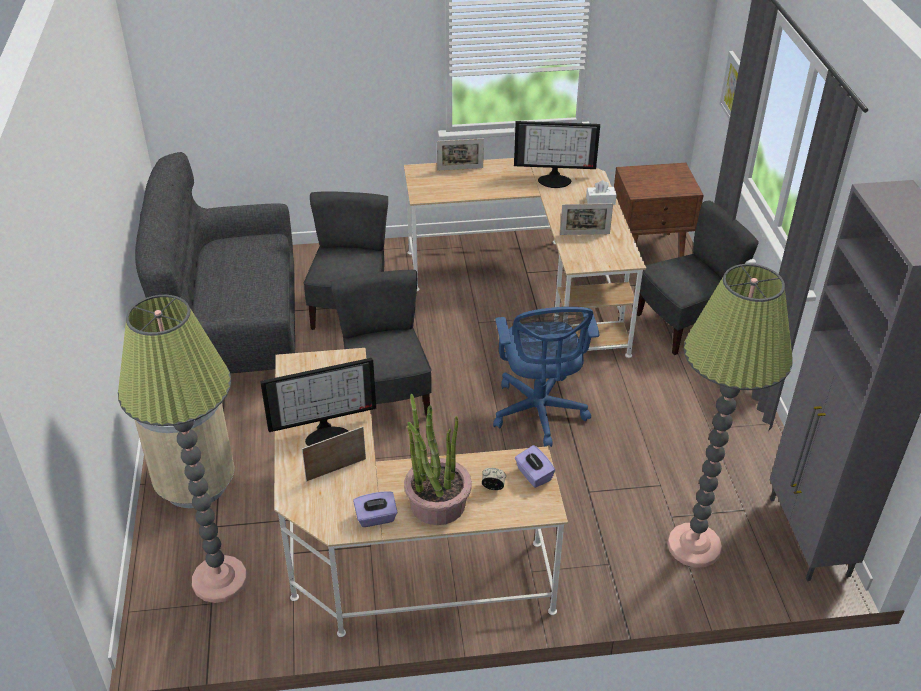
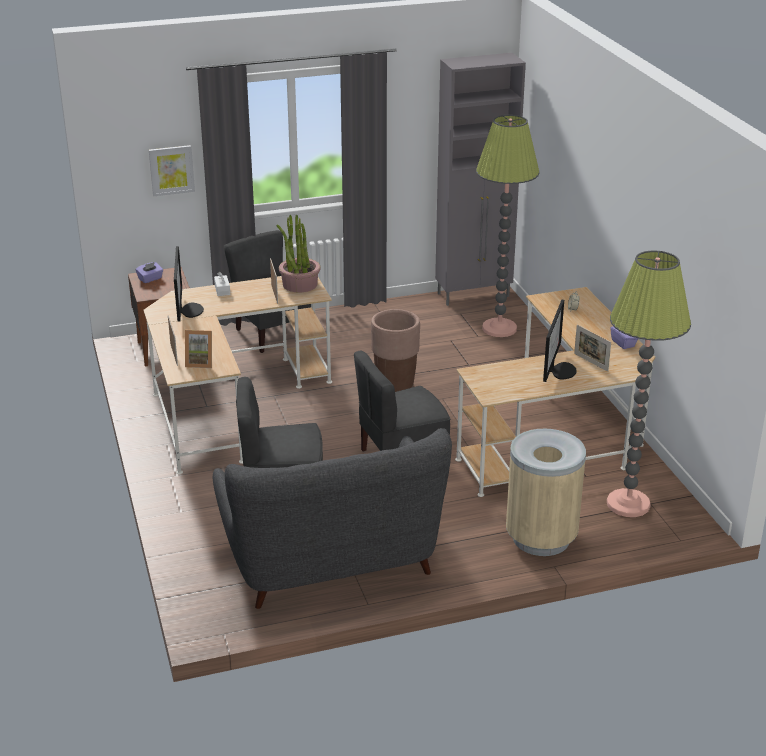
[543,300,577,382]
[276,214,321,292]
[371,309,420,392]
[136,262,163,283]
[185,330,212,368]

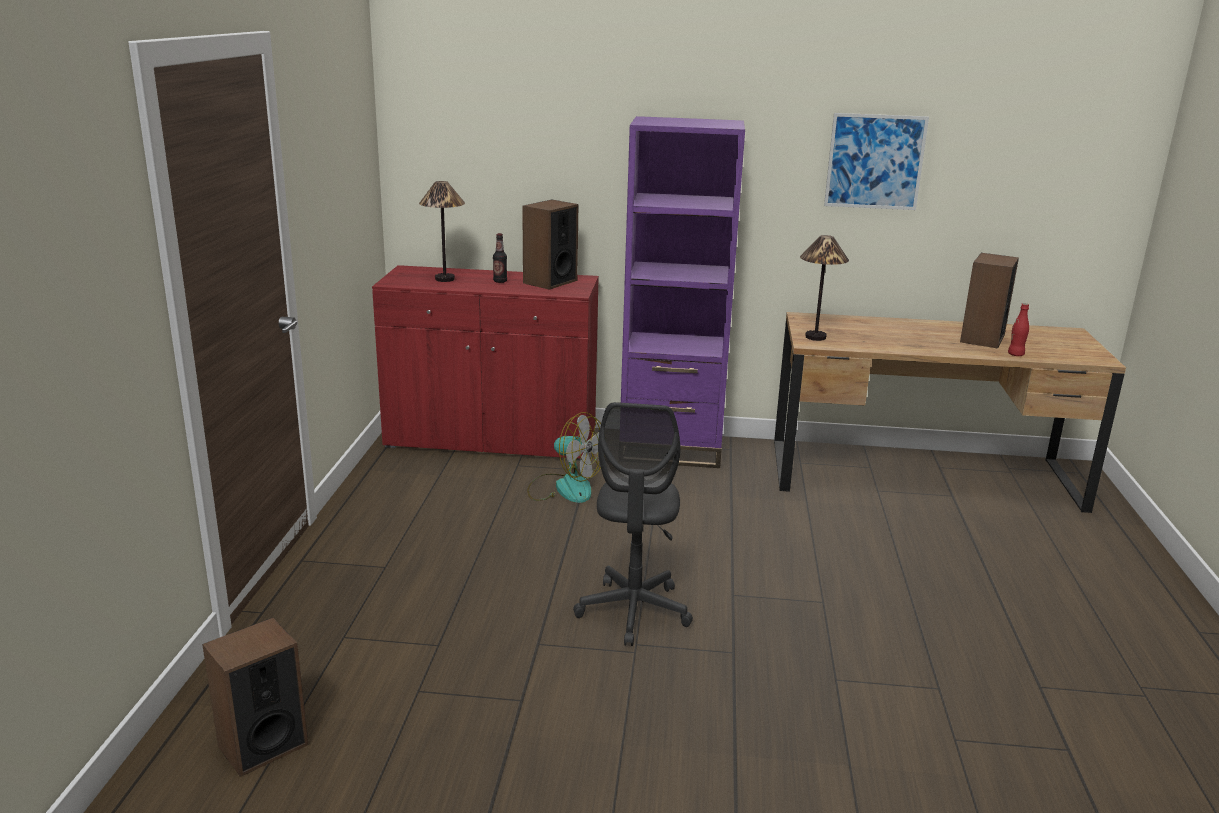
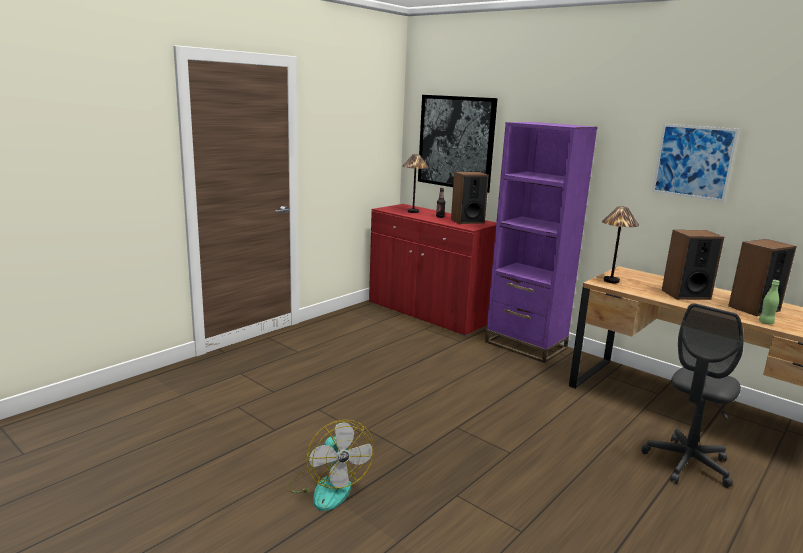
[662,230,724,300]
[287,420,374,511]
[641,303,744,488]
[759,280,780,324]
[418,95,498,193]

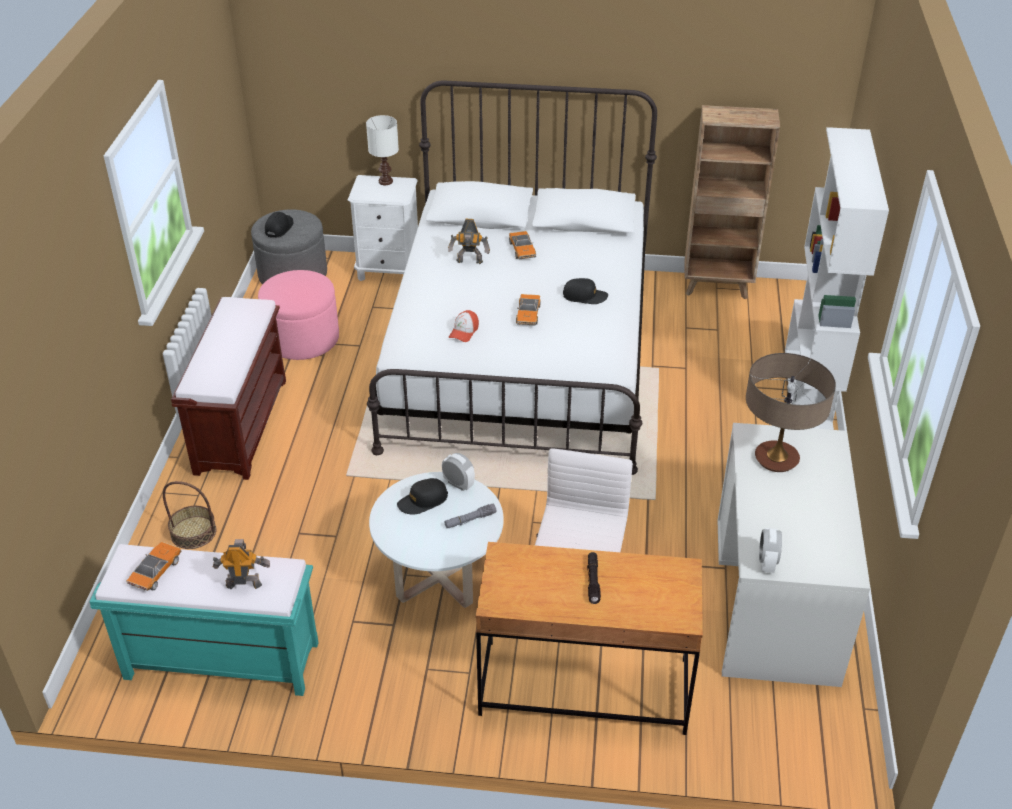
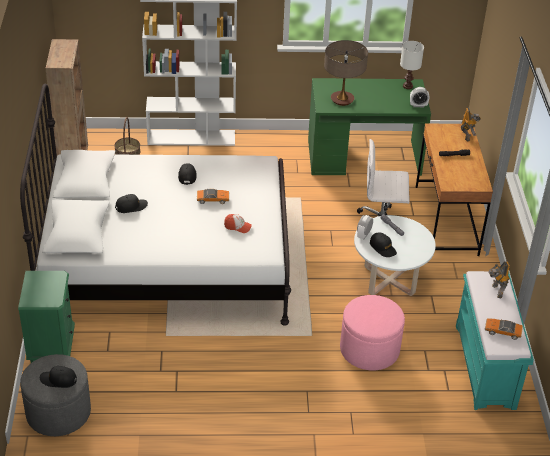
[114,117,140,155]
[171,297,286,480] (first image)
[340,295,405,370]
[18,271,75,363]
[400,41,424,89]
[461,108,481,141]
[115,194,148,213]
[308,78,431,176]

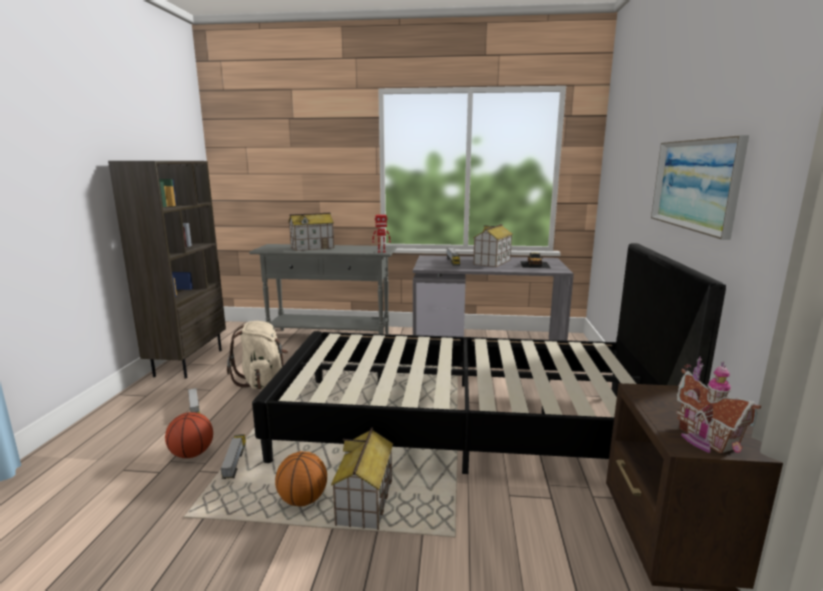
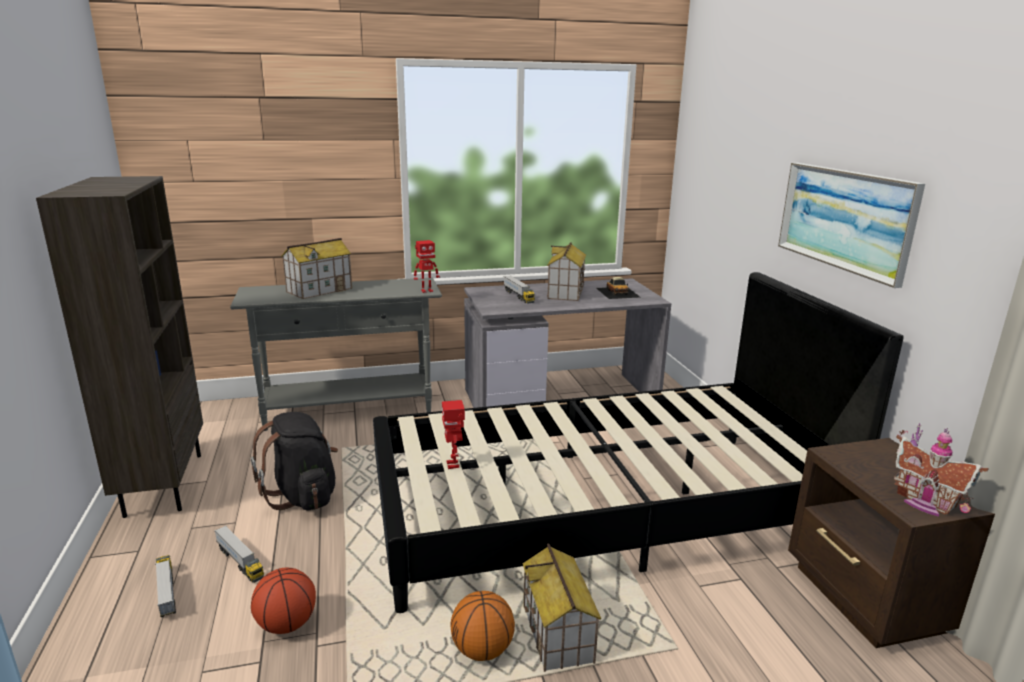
[155,555,176,617]
[251,412,338,510]
[442,400,465,469]

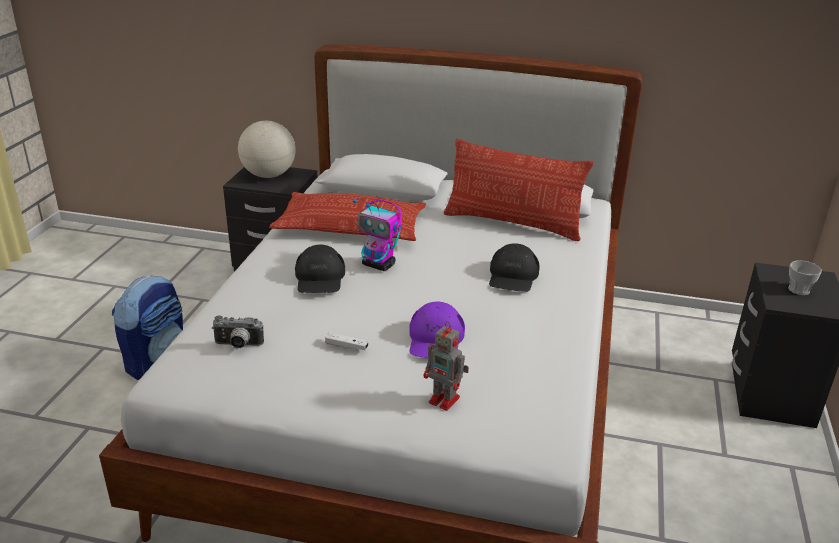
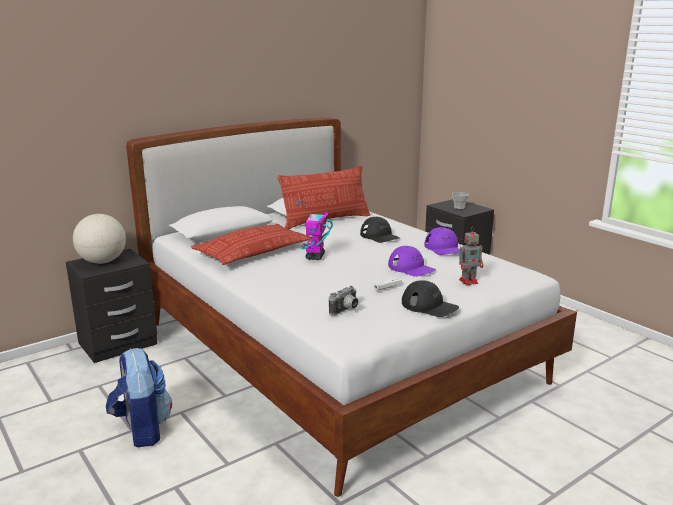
[402,280,459,317]
[296,200,333,260]
[424,227,460,255]

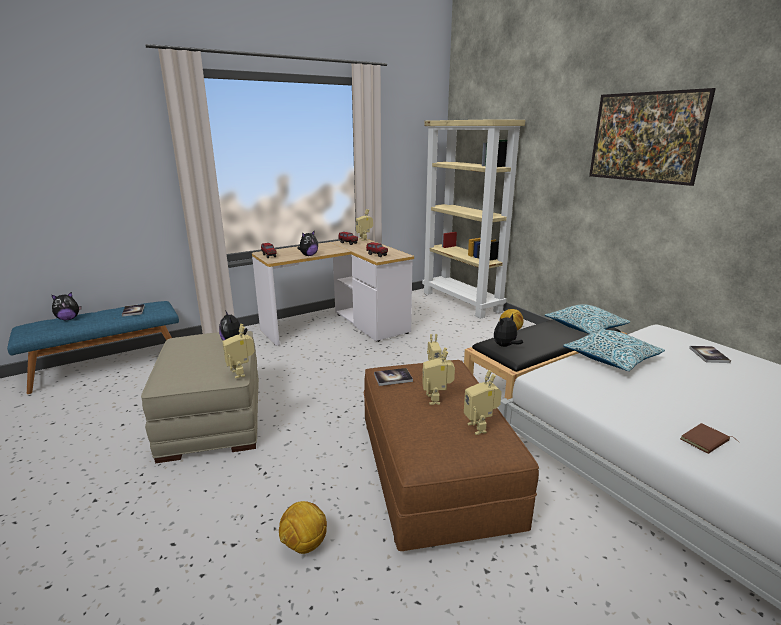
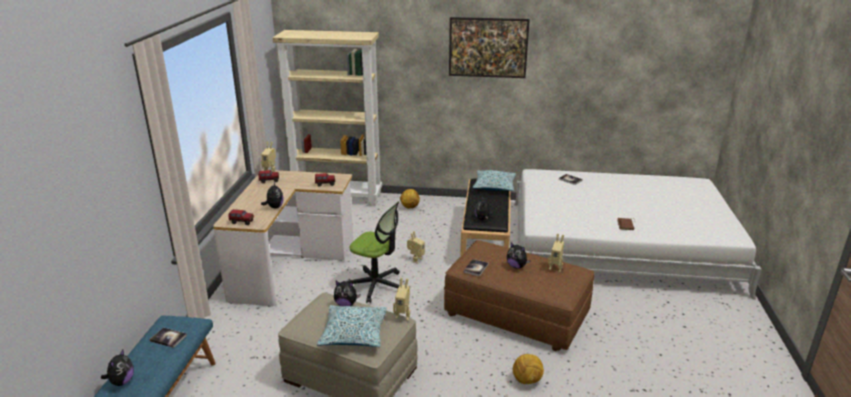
[507,243,531,268]
[317,305,387,347]
[346,201,400,303]

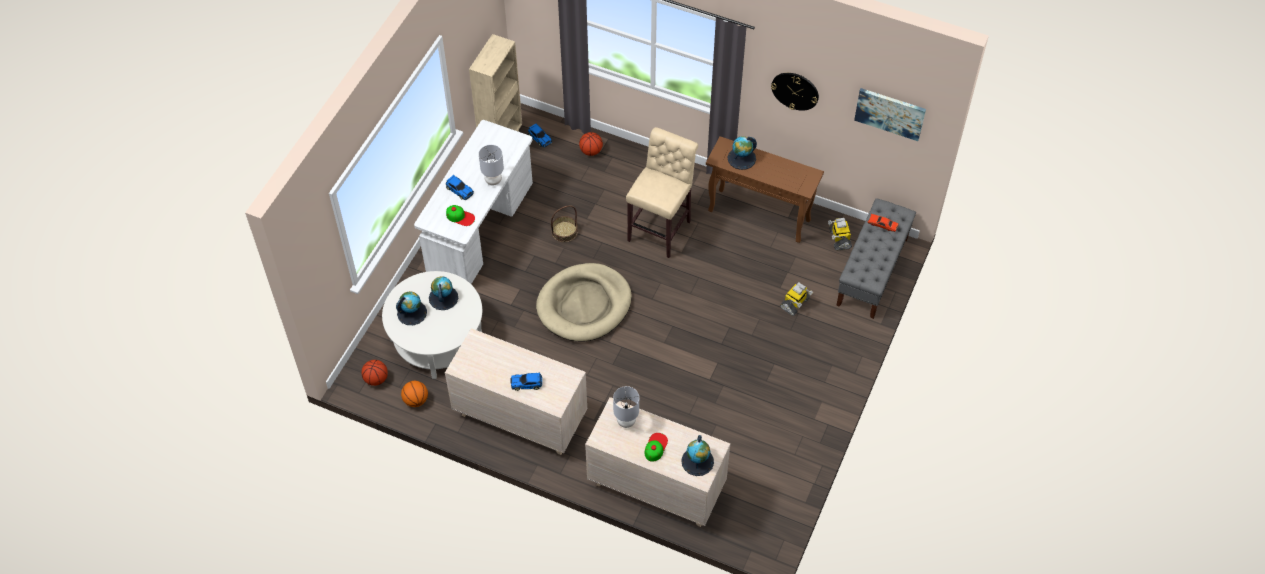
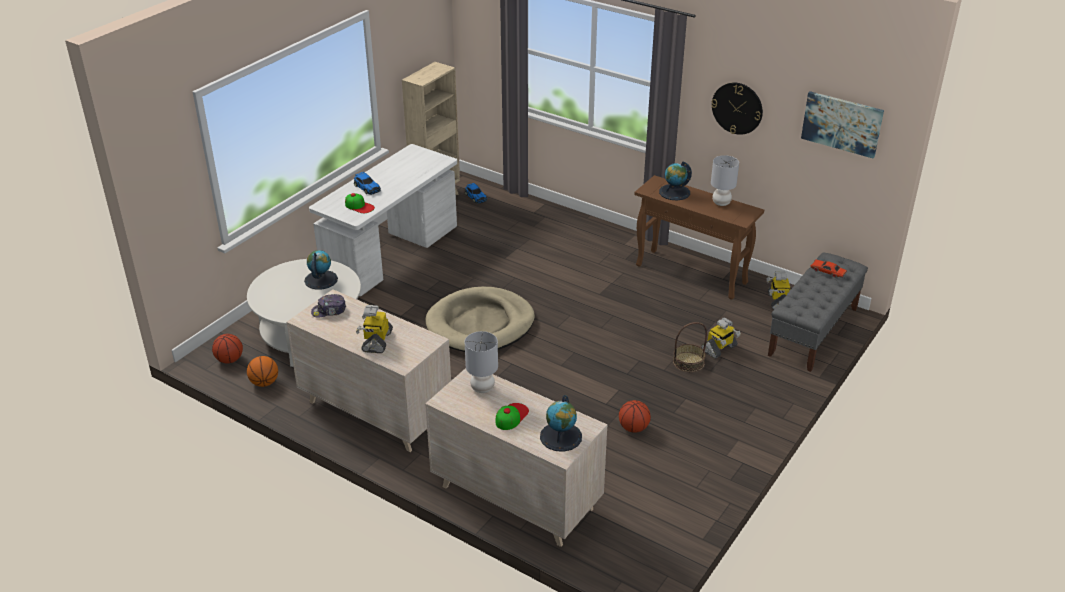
[396,291,427,325] (first image)
[711,155,739,206]
[356,305,393,353]
[673,322,707,372]
[619,400,651,433]
[626,127,698,258] (first image)
[311,294,347,318]

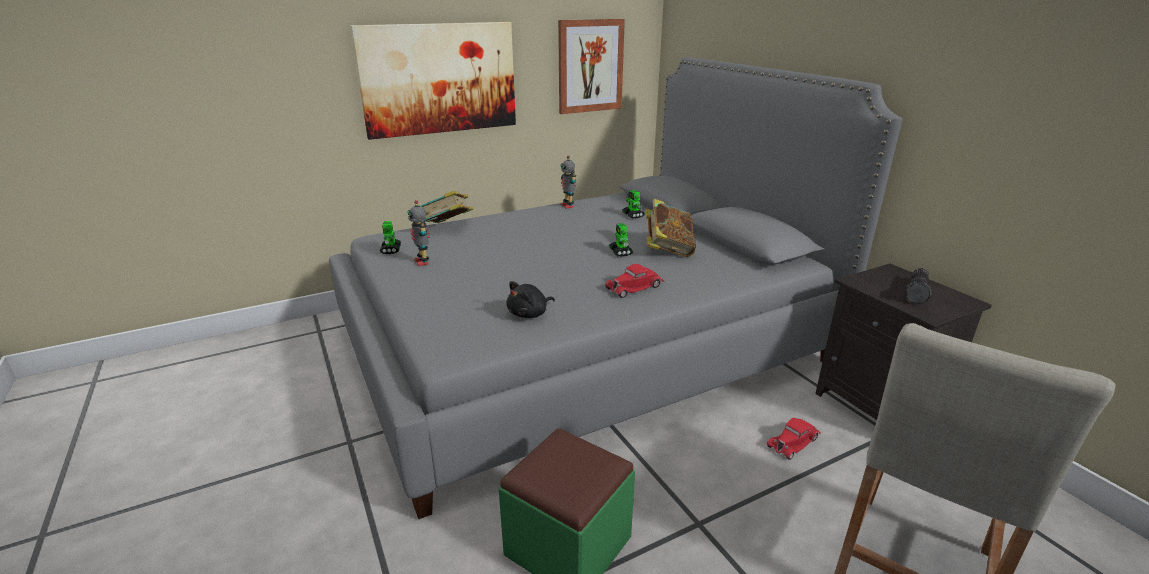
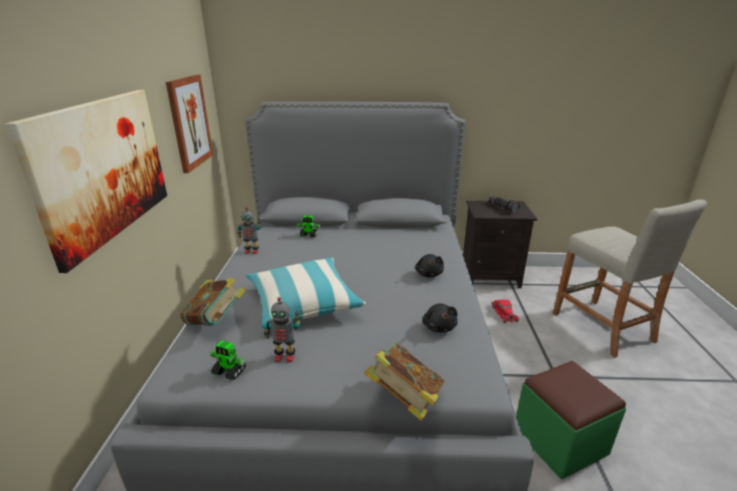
[415,254,444,277]
[609,223,633,257] (first image)
[364,343,445,421]
[246,257,366,328]

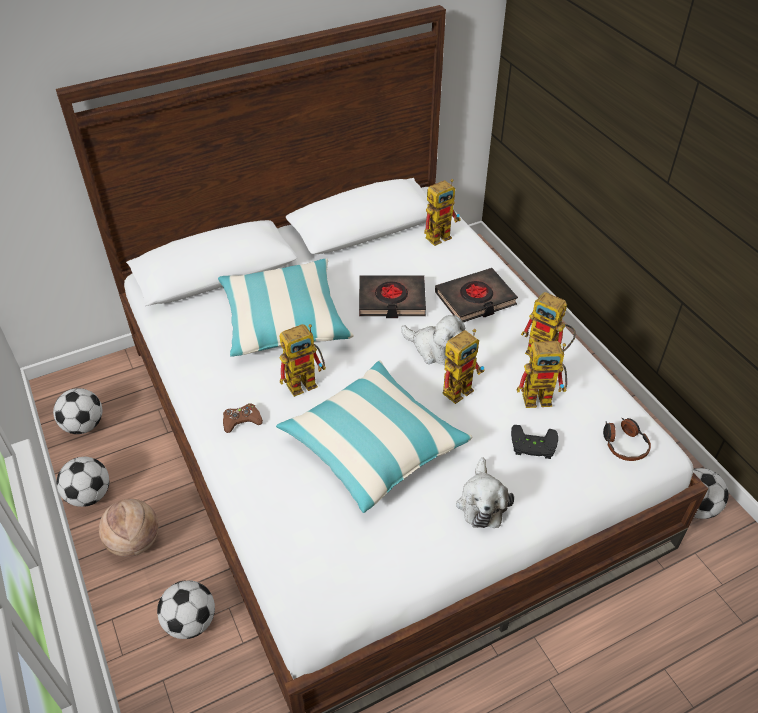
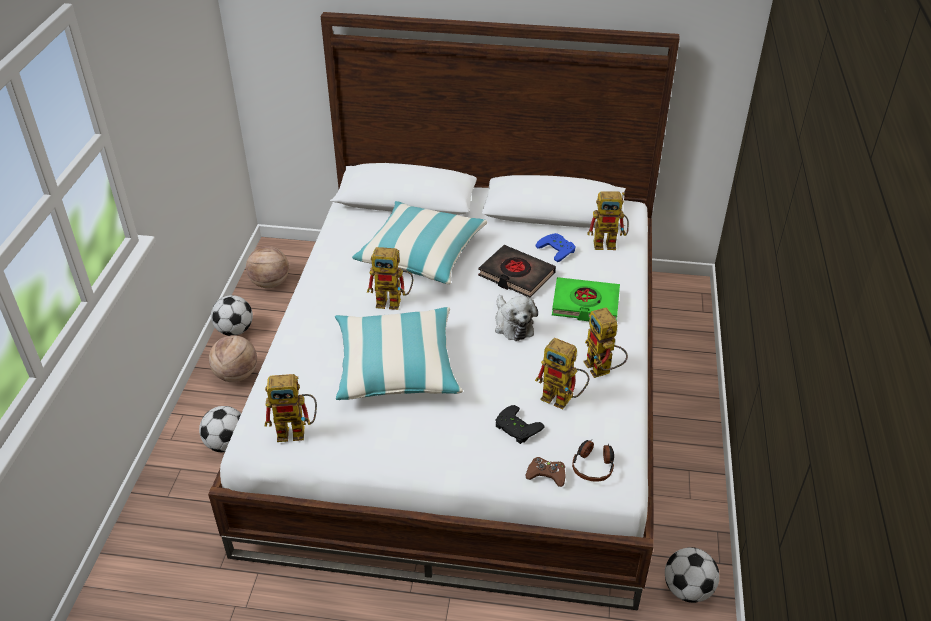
[246,246,289,288]
[525,457,566,487]
[552,277,620,321]
[265,374,317,442]
[456,457,514,528] (first image)
[536,233,576,262]

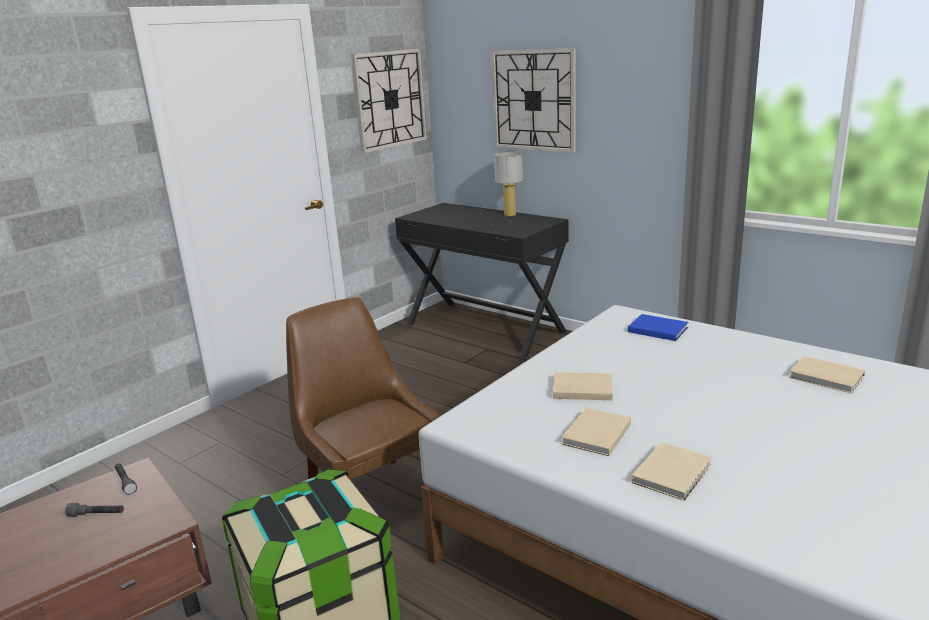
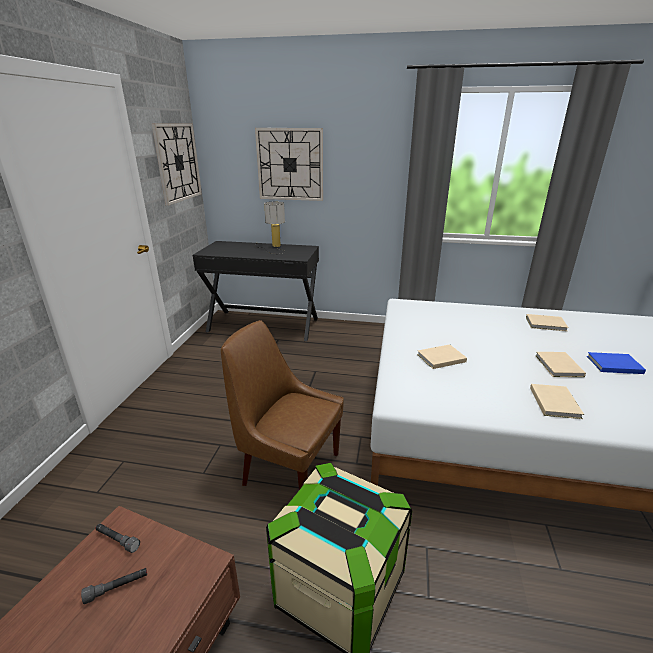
[535,352,586,377]
[587,352,646,374]

